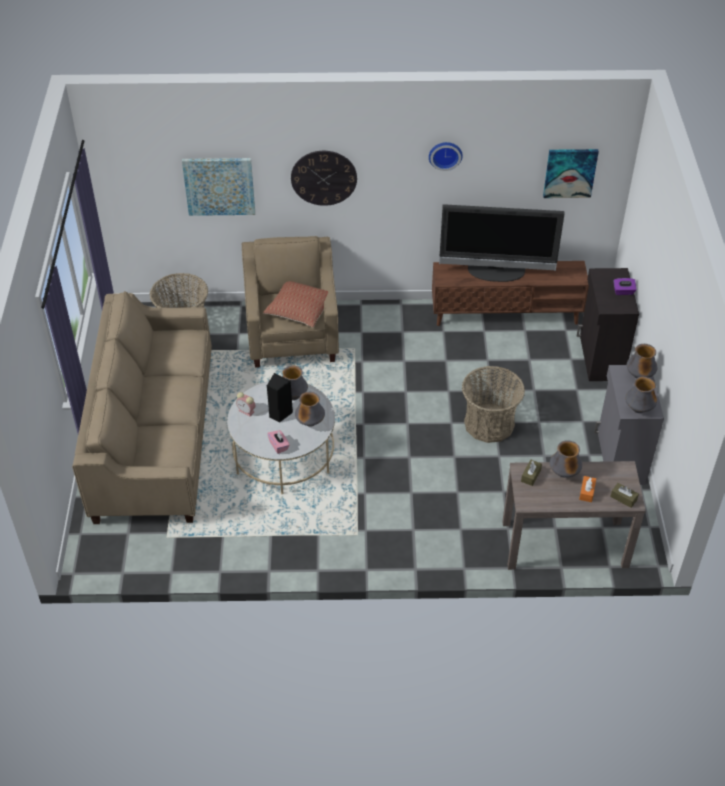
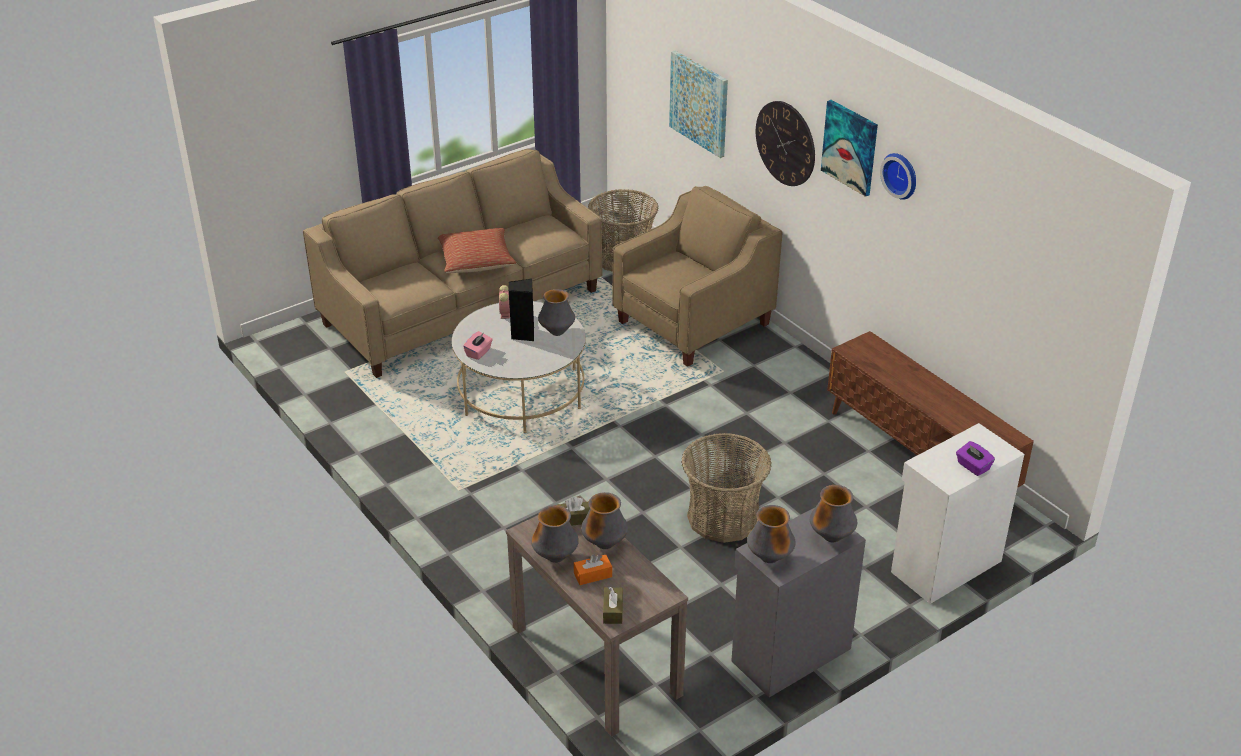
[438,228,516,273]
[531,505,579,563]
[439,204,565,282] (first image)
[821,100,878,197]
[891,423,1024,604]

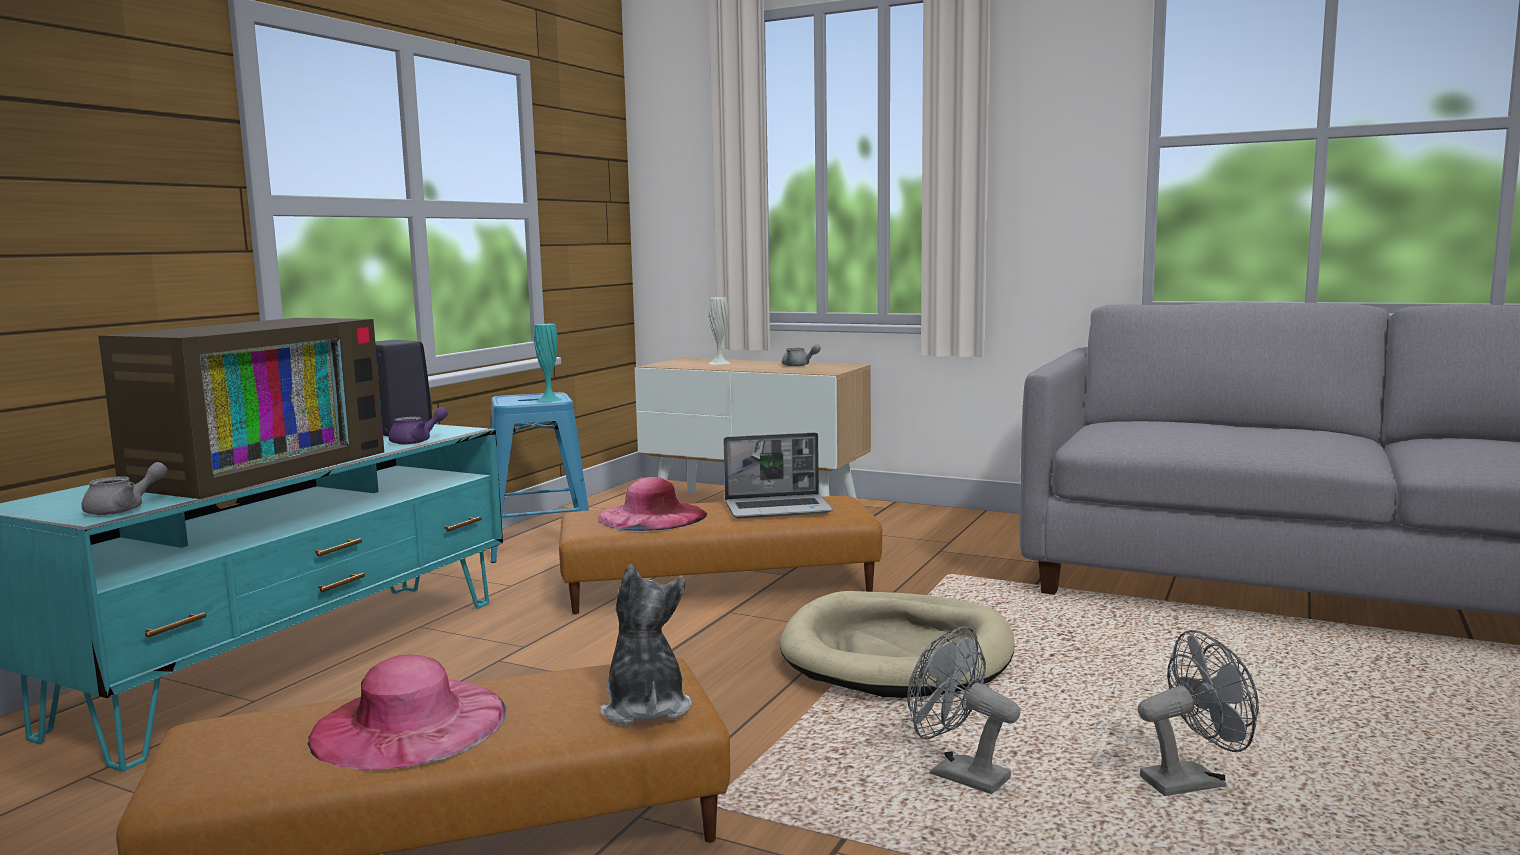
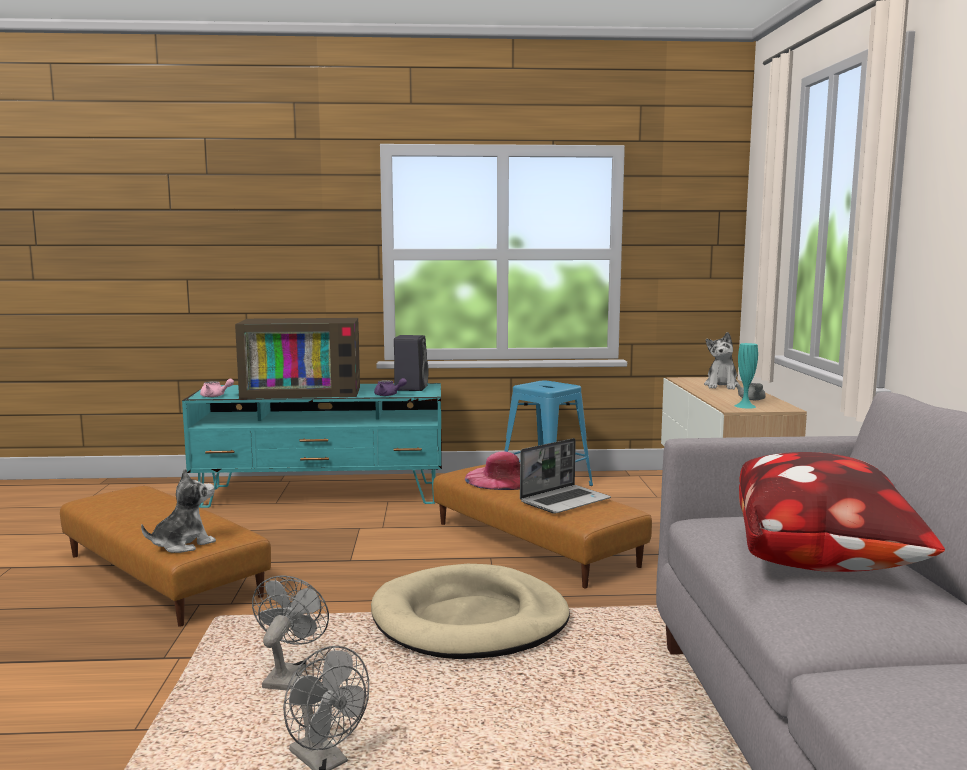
[200,379,234,397]
[308,655,506,770] (first image)
[734,343,758,408]
[704,332,739,389]
[520,438,611,514]
[739,452,945,572]

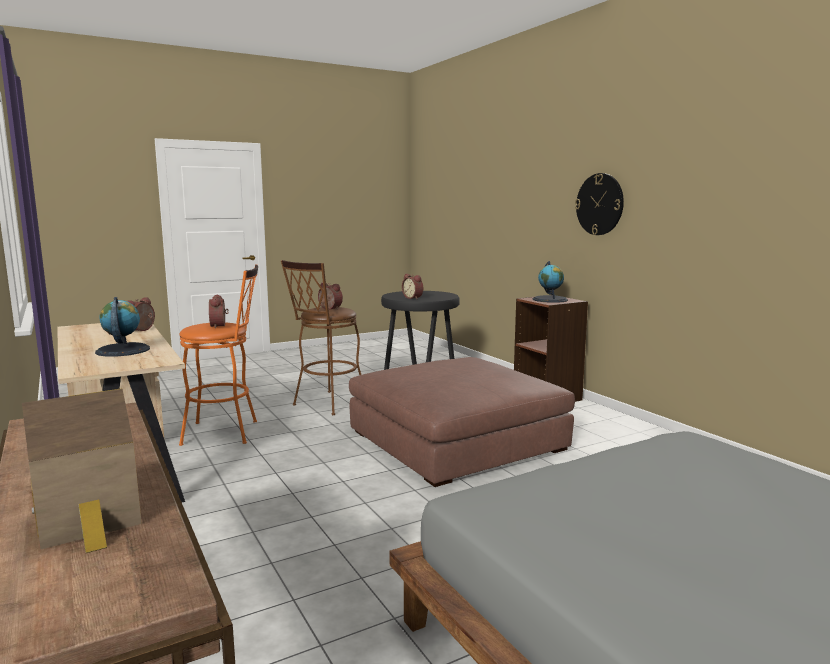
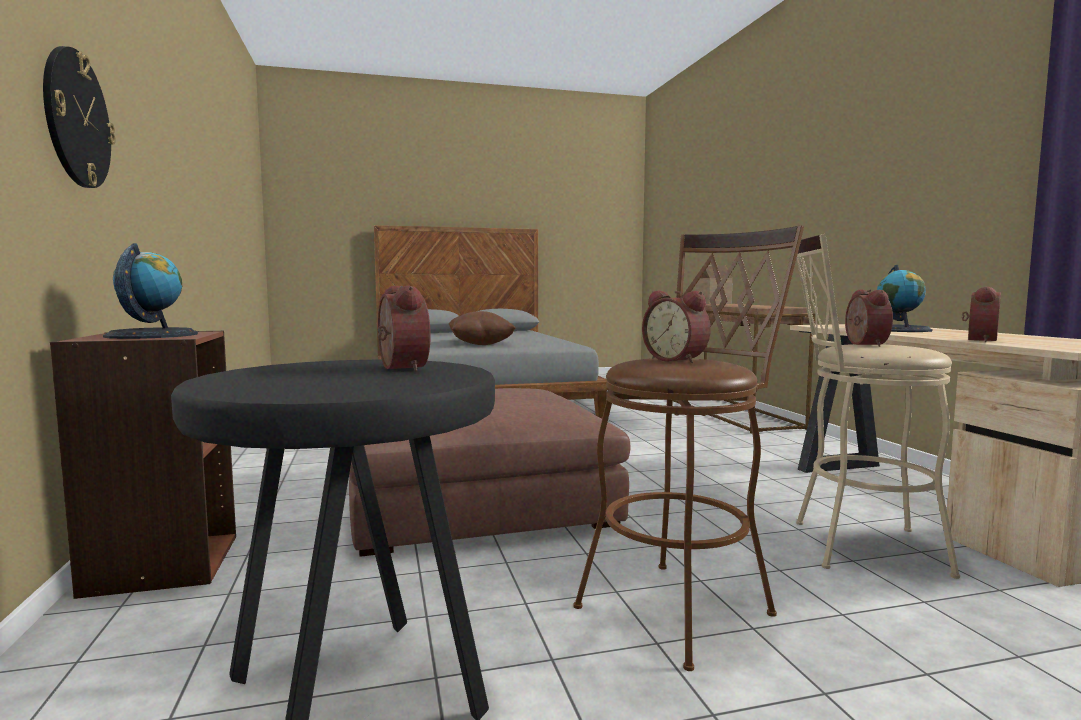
[796,234,960,579]
[449,311,515,345]

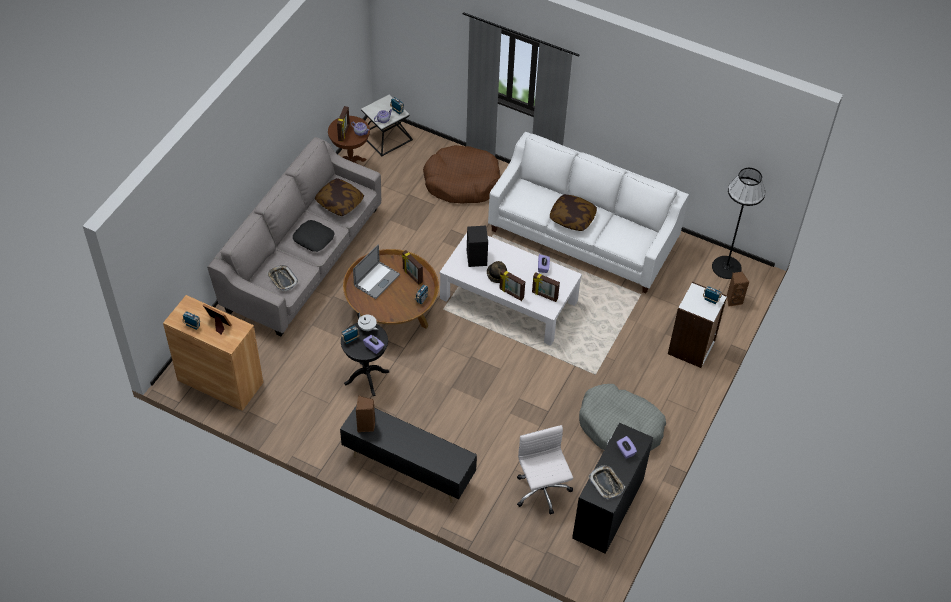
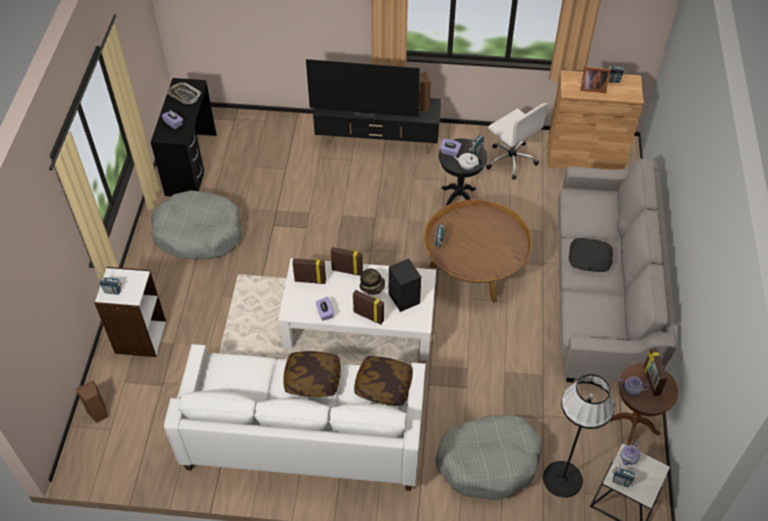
[267,265,299,291] (first image)
[354,356,413,406]
[353,244,400,299] (first image)
[353,290,384,325]
[435,415,543,500]
[486,103,548,180]
[543,374,615,498]
[306,59,420,117]

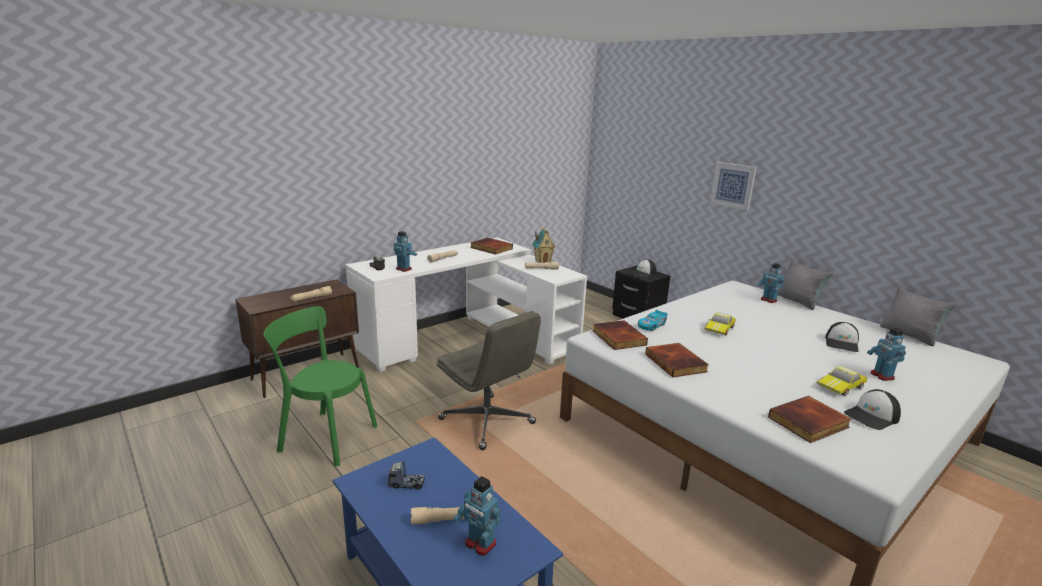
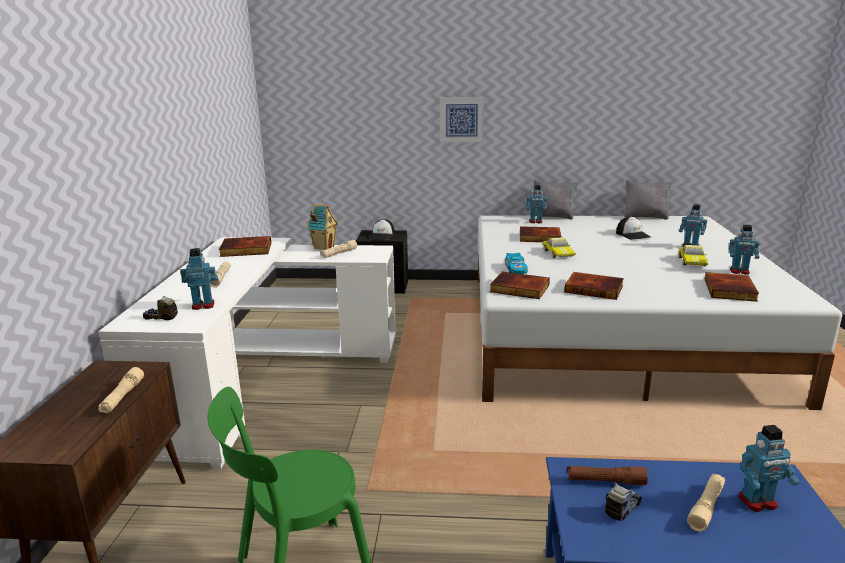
[436,311,541,450] (first image)
[729,225,759,275]
[520,226,561,242]
[567,466,648,485]

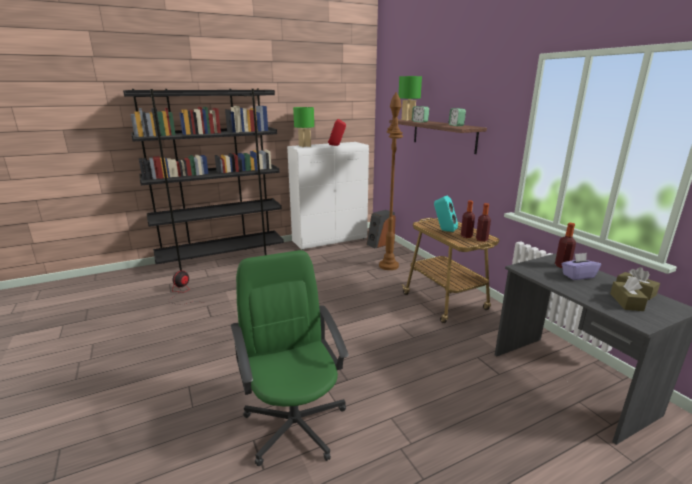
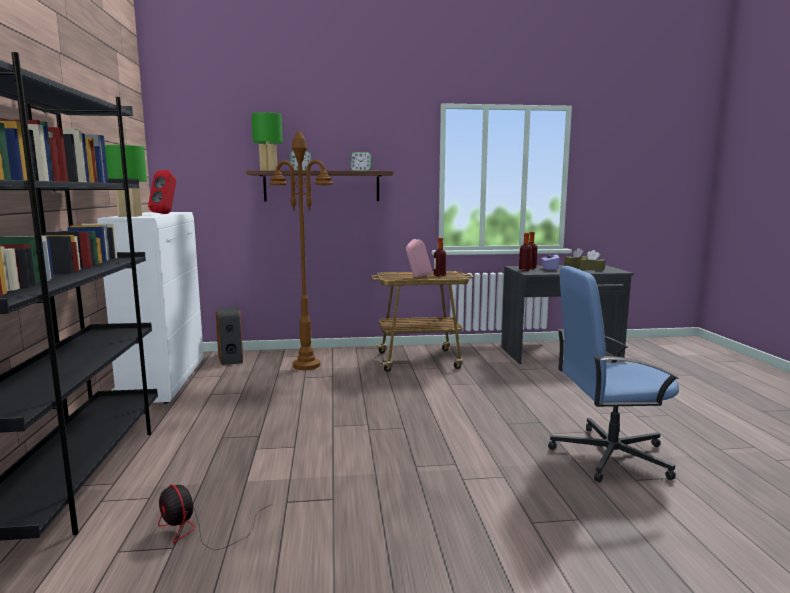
[548,266,679,482]
[406,239,432,277]
[519,233,532,271]

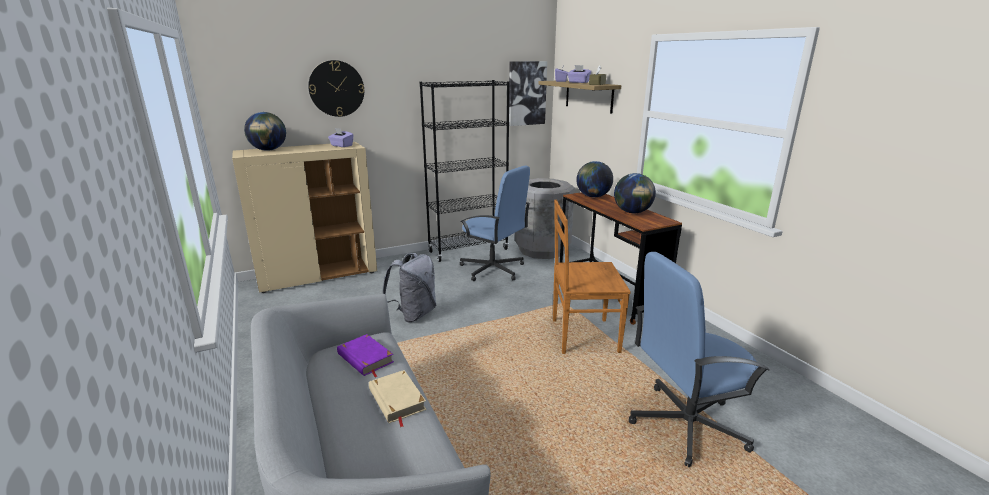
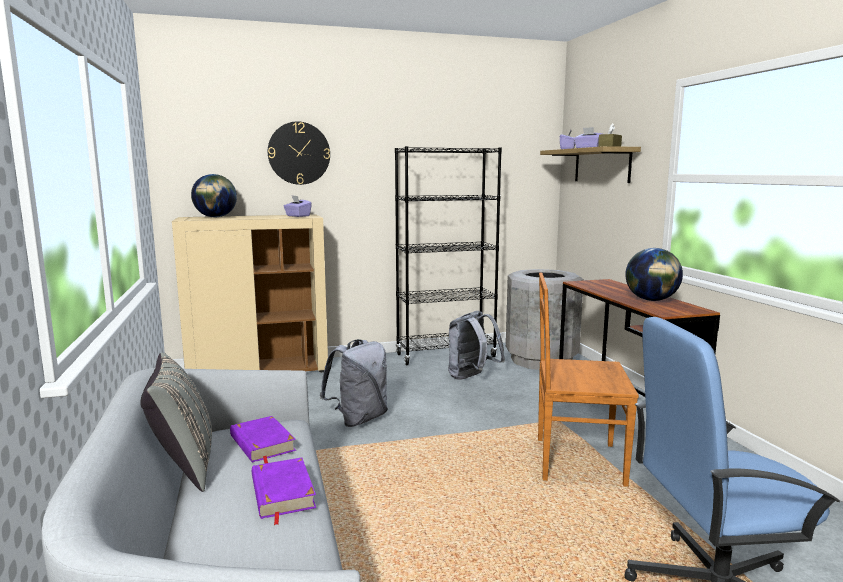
[252,458,316,525]
[448,311,505,380]
[509,61,547,126] (first image)
[576,161,613,198] (first image)
[140,353,212,492]

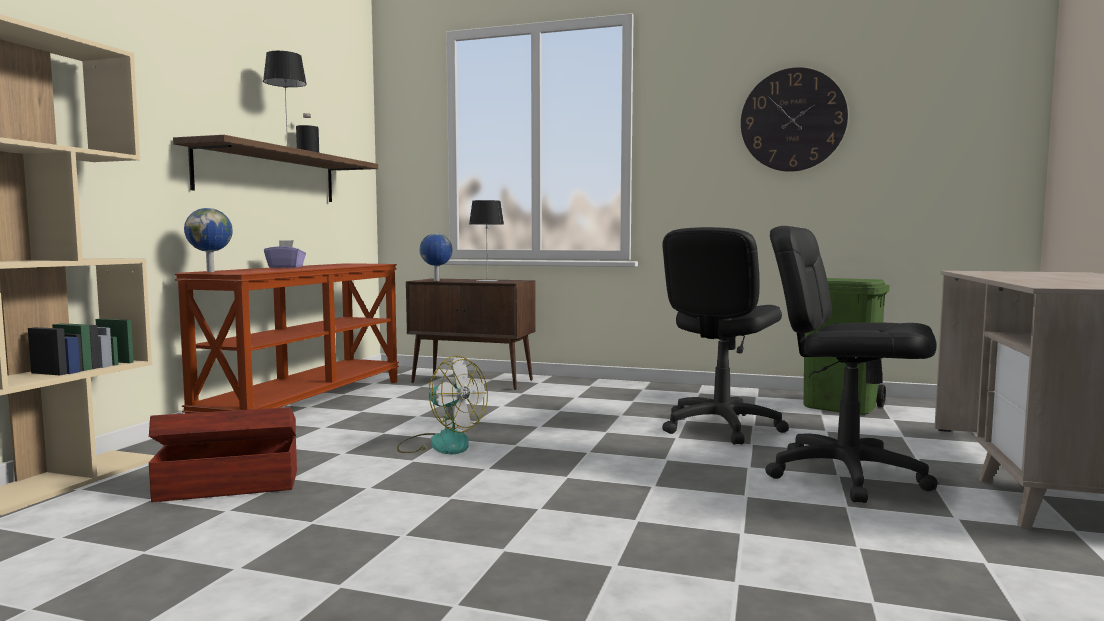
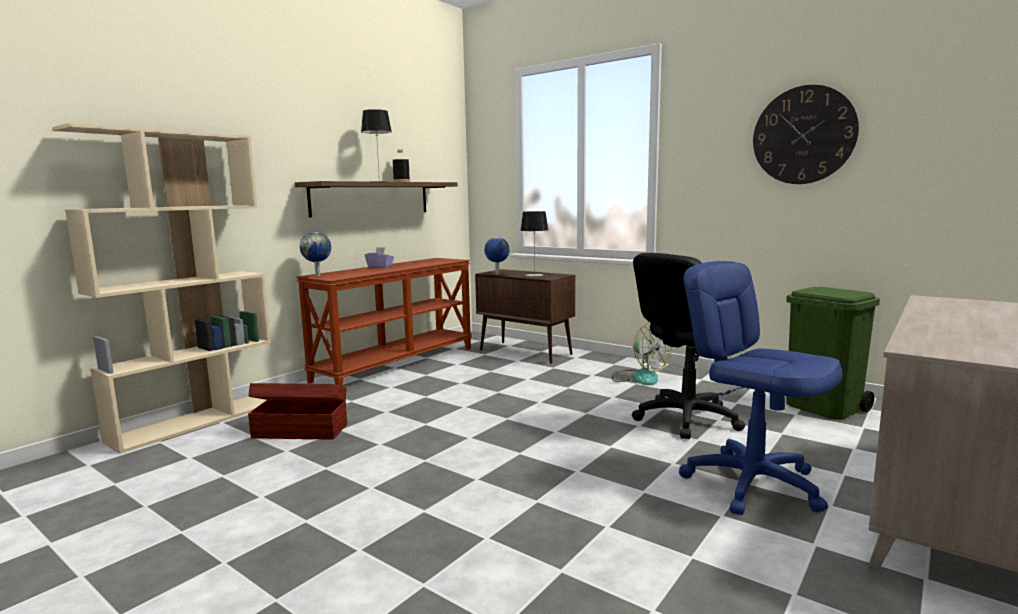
[612,323,672,385]
[679,261,843,515]

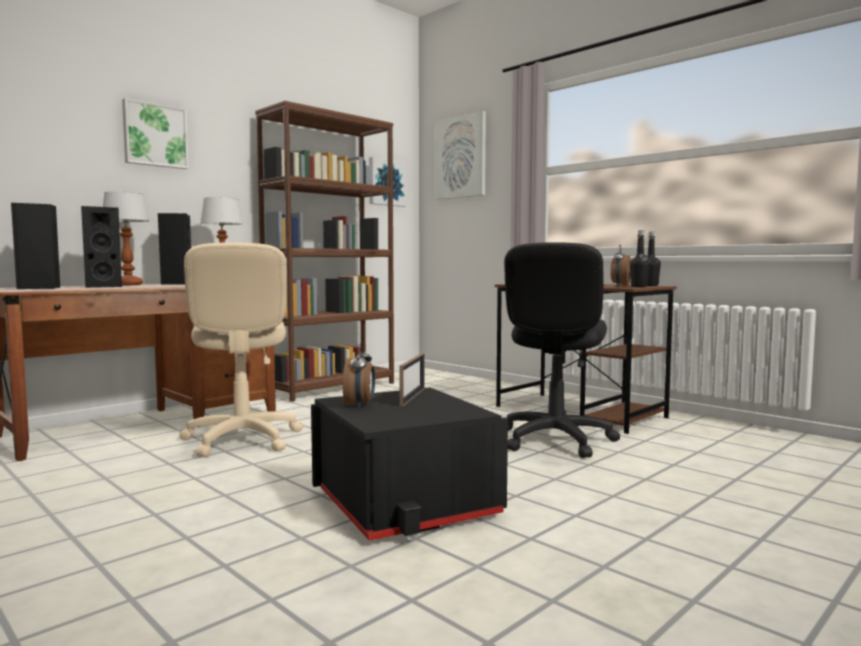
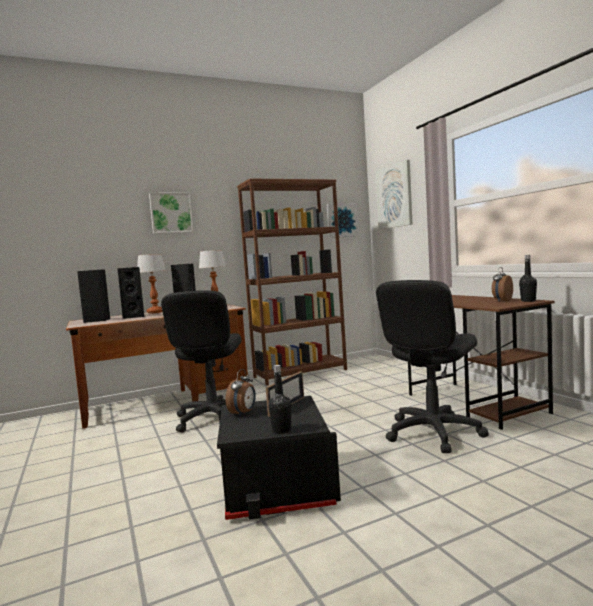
[161,290,242,432]
[268,365,291,434]

